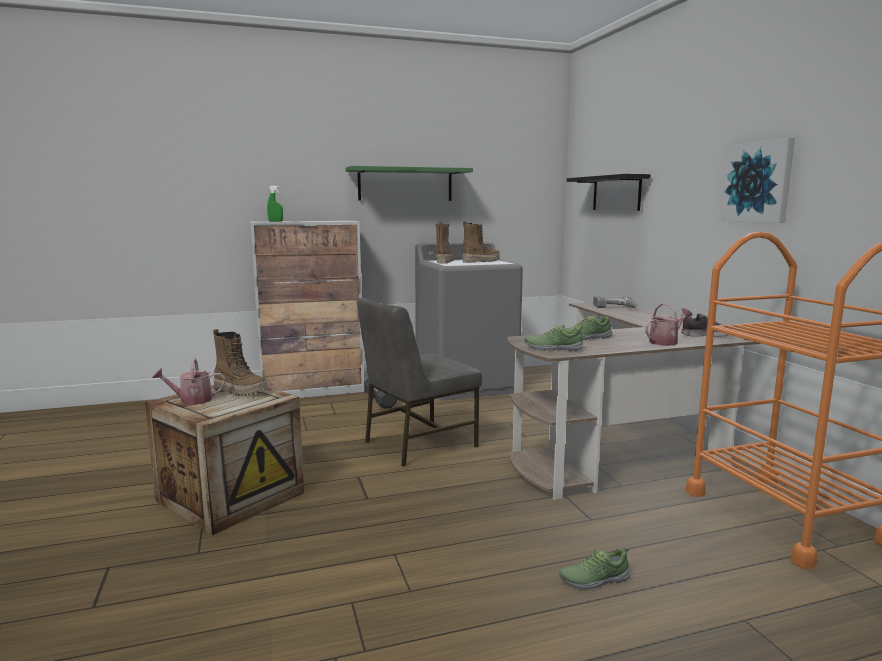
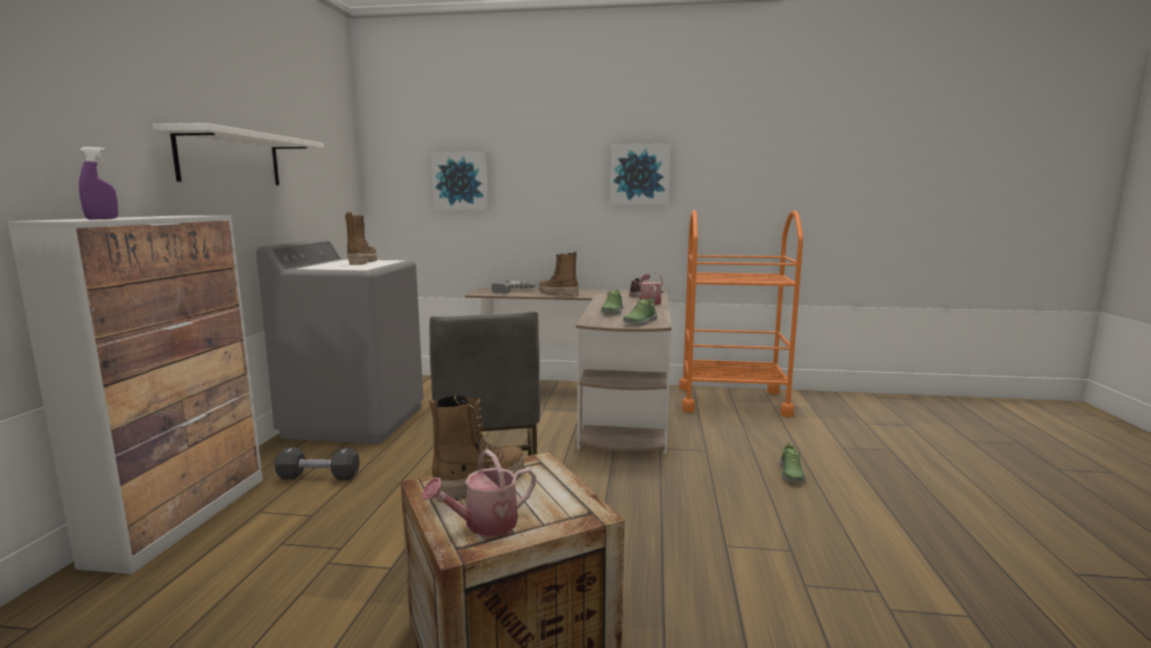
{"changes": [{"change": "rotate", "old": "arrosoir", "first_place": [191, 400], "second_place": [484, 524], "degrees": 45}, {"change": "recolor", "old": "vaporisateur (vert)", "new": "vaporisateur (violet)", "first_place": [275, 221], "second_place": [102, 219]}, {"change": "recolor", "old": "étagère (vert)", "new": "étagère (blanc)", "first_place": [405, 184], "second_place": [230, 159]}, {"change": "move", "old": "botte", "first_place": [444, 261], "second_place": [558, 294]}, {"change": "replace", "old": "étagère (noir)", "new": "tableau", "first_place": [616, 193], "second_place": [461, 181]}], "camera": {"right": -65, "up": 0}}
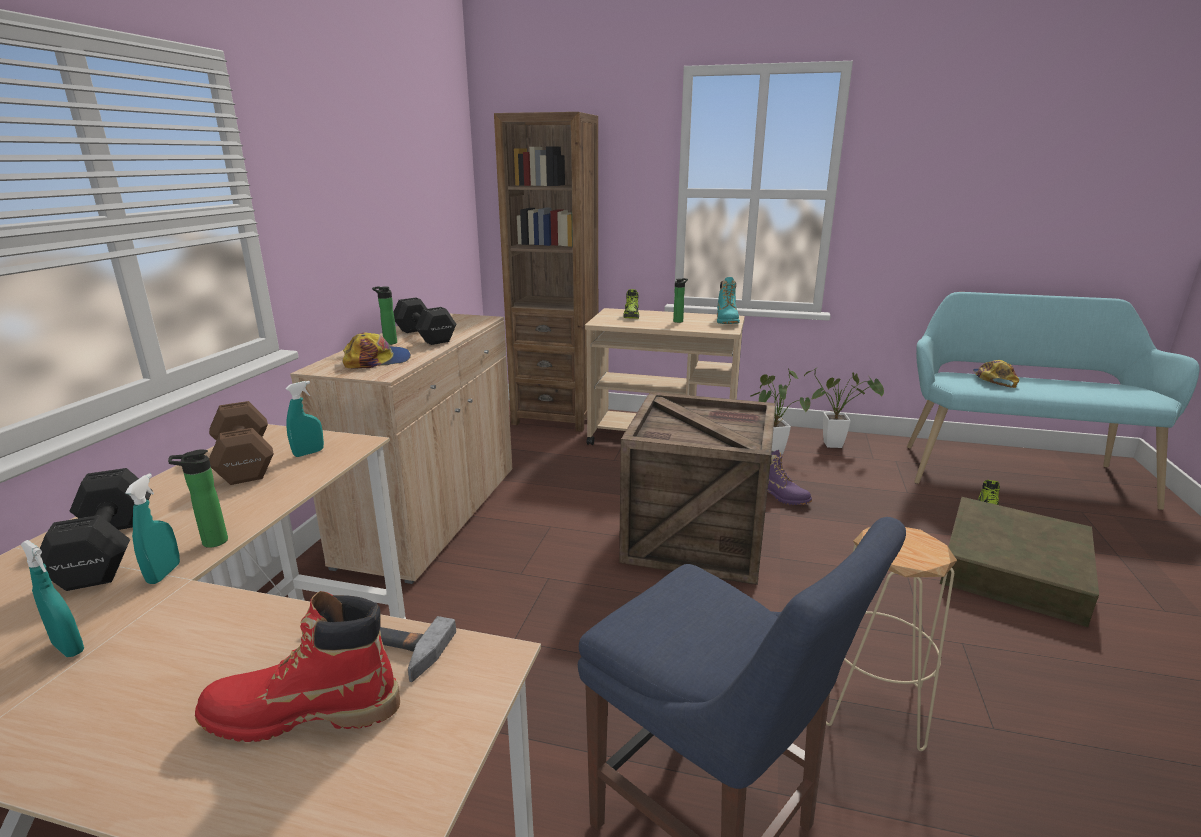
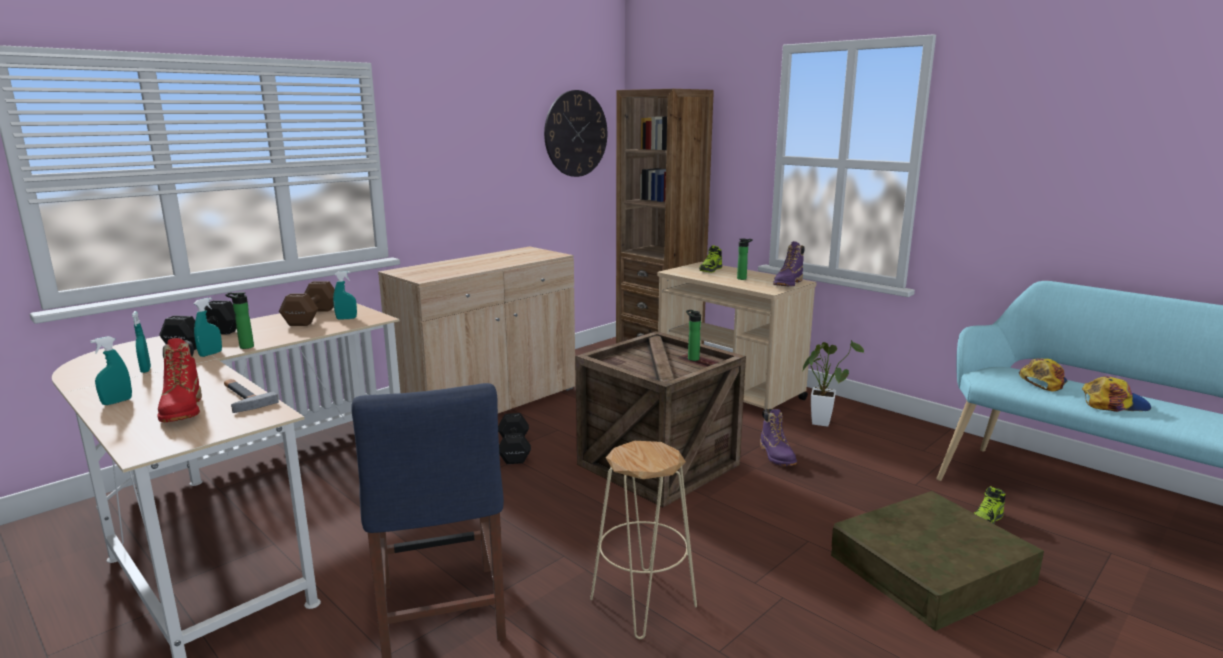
{"changes": [{"change": "rotate", "old": "botte (rouge)", "first_place": [303, 714], "second_place": [182, 410], "degrees": -135}, {"change": "move", "old": "casquette", "first_place": [377, 360], "second_place": [1114, 403]}, {"change": "move", "old": "bouteille", "first_place": [388, 342], "second_place": [692, 358]}, {"change": "move", "old": "haltère (noir)", "first_place": [425, 336], "second_place": [513, 451]}, {"change": "recolor", "old": "botte (turquoise)", "new": "botte (violet)", "first_place": [727, 321], "second_place": [788, 284]}, {"change": "delete", "old": "plante en pot", "first_place": [837, 445]}, {"change": "insert", "new": "vaporisateur (turquoise)", "second_place": [117, 402]}, {"change": "insert", "new": "horloge murale", "second_place": [576, 134]}], "camera": {"right": 30, "up": -5}}
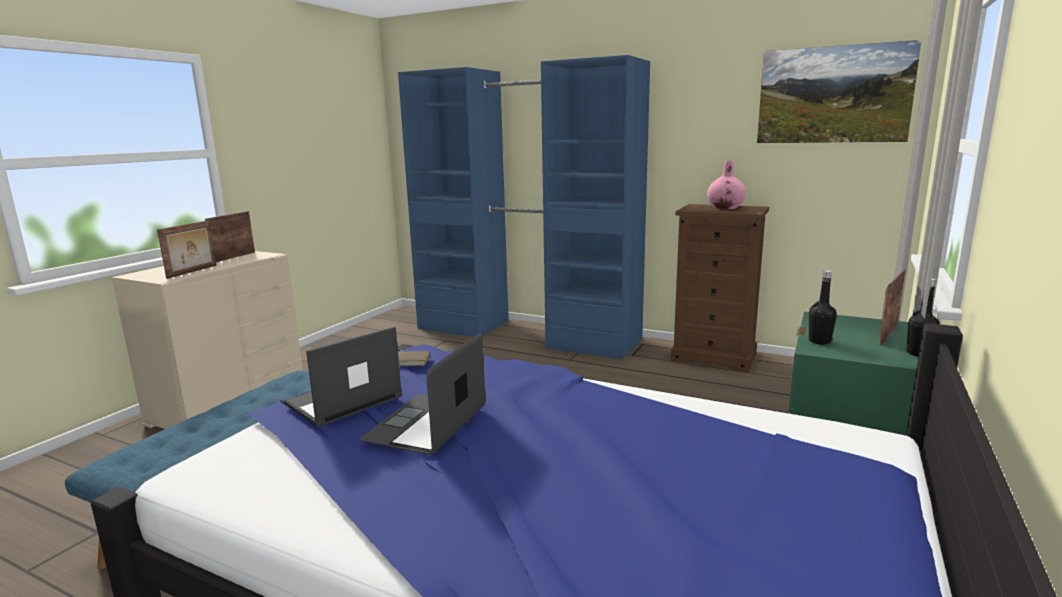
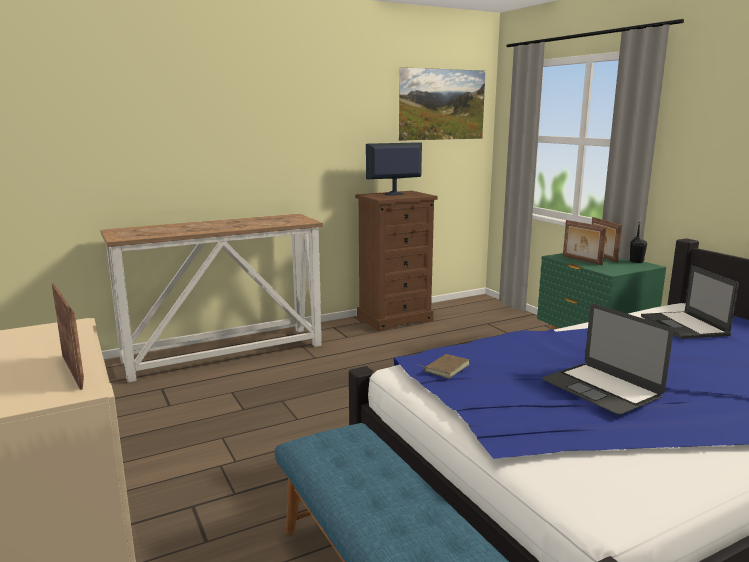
{"changes": [{"change": "move", "old": "cadre photo", "first_place": [233, 257], "second_place": [581, 260]}, {"change": "move", "old": "ordinateur portable", "first_place": [342, 400], "second_place": [684, 326]}, {"change": "replace", "old": "armoire (bleu)", "new": "table console", "first_place": [526, 333], "second_place": [225, 352]}, {"change": "replace", "old": "vase (rose)", "new": "écran d'ordinateur", "first_place": [725, 207], "second_place": [394, 194]}, {"change": "delete", "old": "bouteille (noir)", "first_place": [819, 341]}], "camera": {"right": -55, "up": 0}}
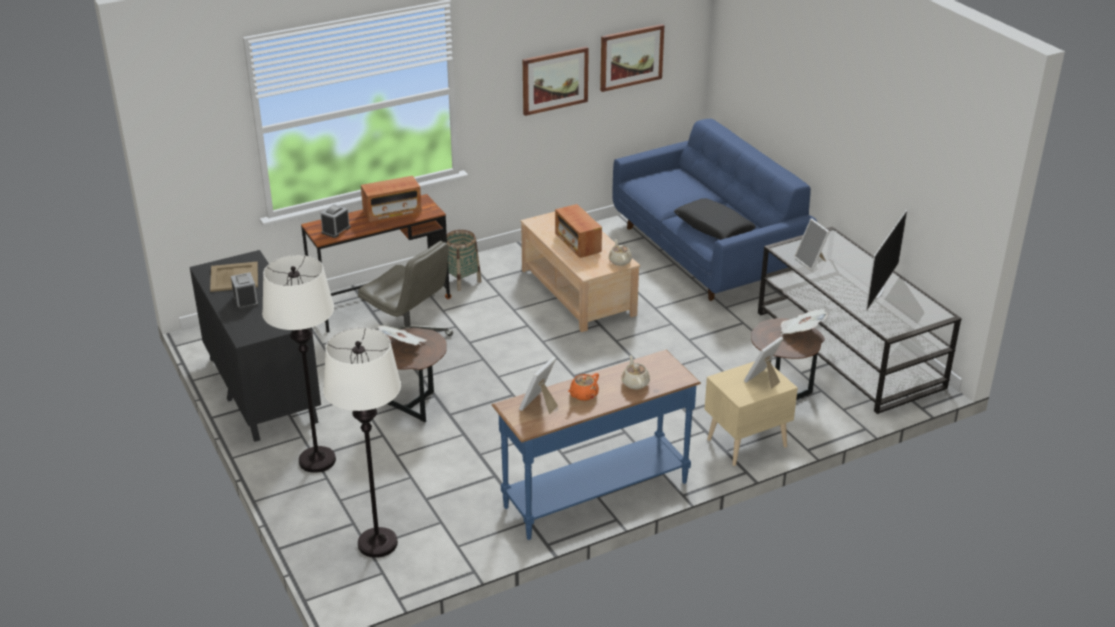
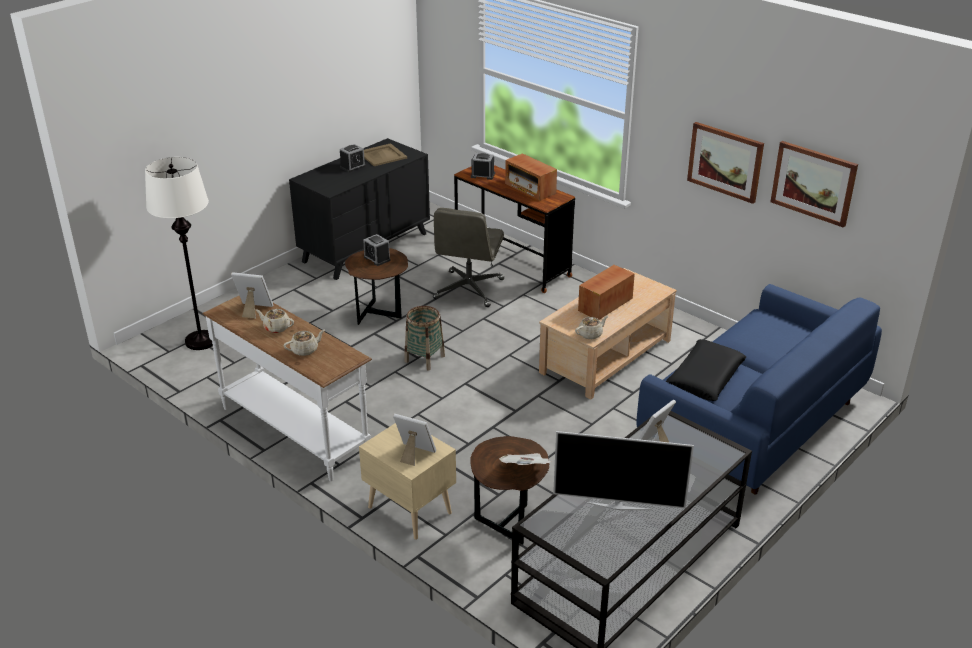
{"changes": [{"change": "delete", "old": "lampadaire (blanc)", "first_place": [317, 460]}, {"change": "replace", "old": "journal", "new": "réveil", "first_place": [403, 346], "second_place": [377, 258]}, {"change": "move", "old": "panier", "first_place": [461, 280], "second_place": [424, 358]}, {"change": "recolor", "old": "table console (bleu)", "new": "table console (blanc)", "first_place": [595, 493], "second_place": [296, 431]}, {"change": "recolor", "old": "théière (orange)", "new": "théière (beige)", "first_place": [583, 395], "second_place": [276, 327]}], "camera": {"right": 70, "up": 0}}
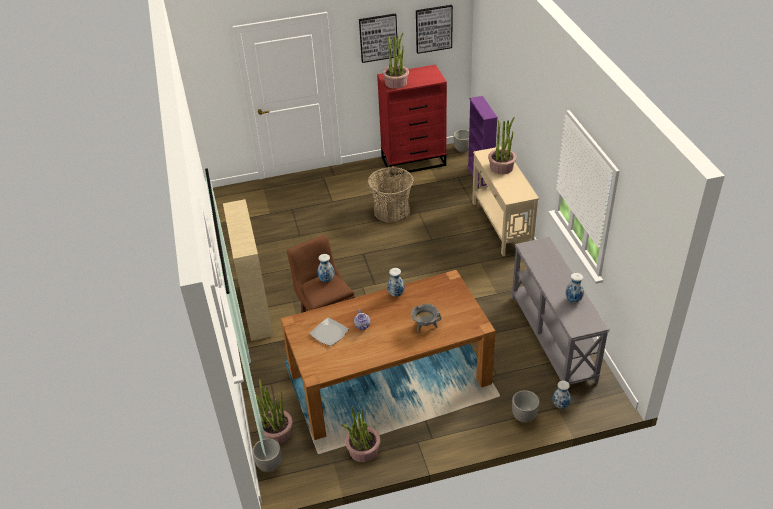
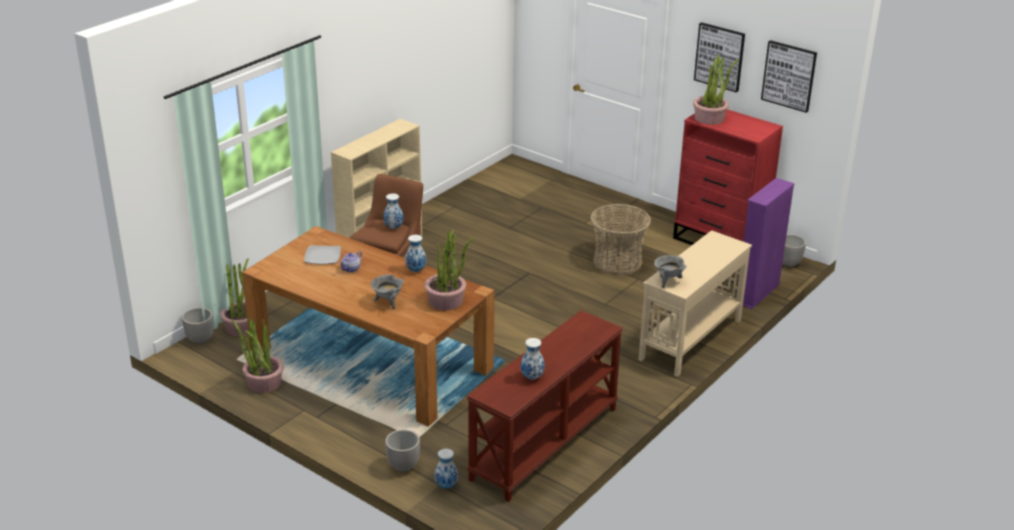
{"changes": [{"change": "move", "old": "plante en pot", "first_place": [501, 167], "second_place": [446, 301]}, {"change": "recolor", "old": "table console (gris)", "new": "table console (marron)", "first_place": [553, 338], "second_place": [545, 444]}, {"change": "insert", "new": "marmite (gris)", "second_place": [668, 281]}], "camera": {"right": 50, "up": -10}}
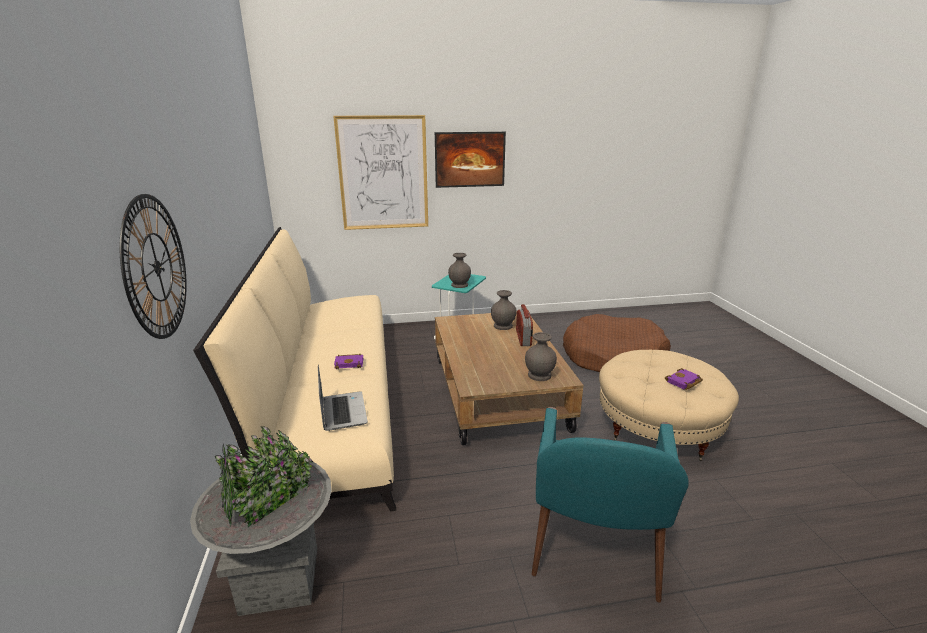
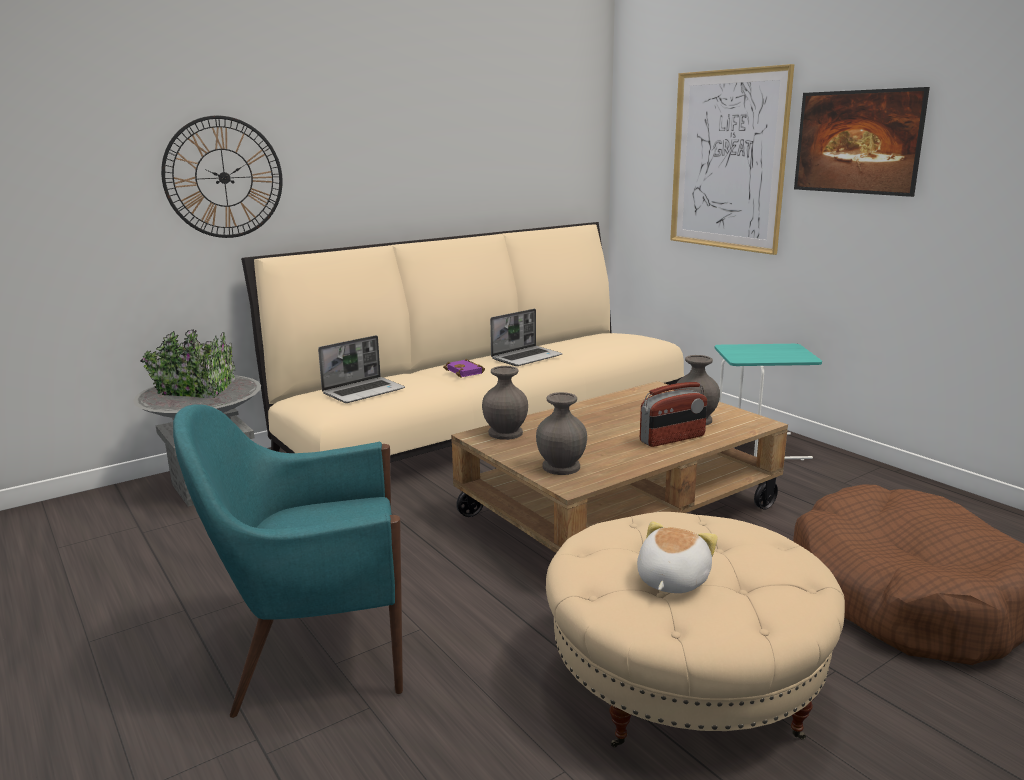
{"changes": [{"change": "move", "old": "vase (gris)", "first_place": [460, 285], "second_place": [505, 433]}, {"change": "replace", "old": "livre (violet)", "new": "peluche", "first_place": [683, 382], "second_place": [670, 580]}, {"change": "insert", "new": "ordinateur portable", "second_place": [526, 357]}], "camera": {"right": 65, "up": -5}}
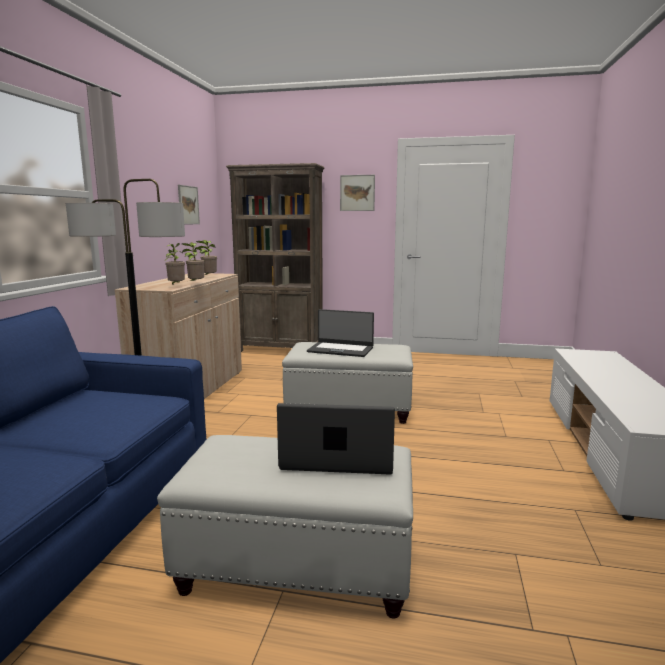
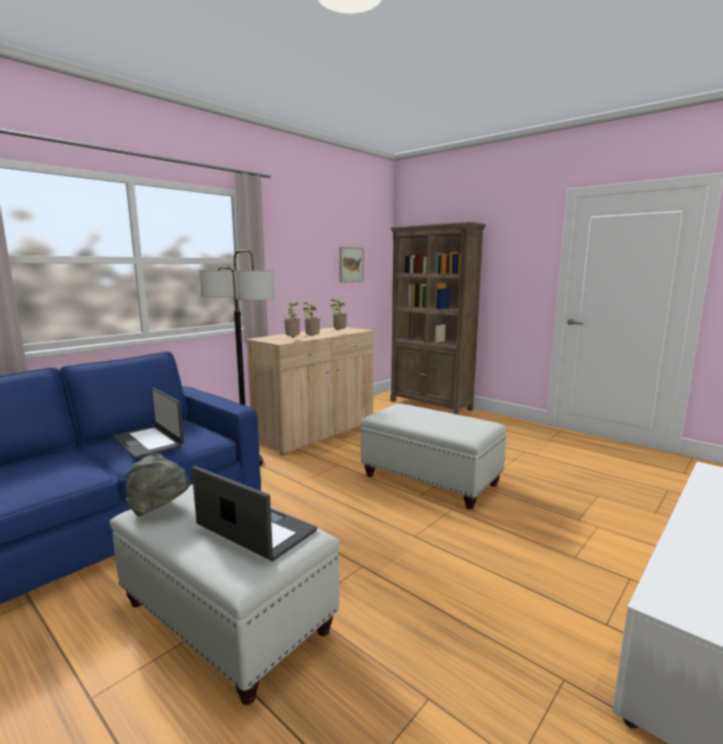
{"changes": [{"change": "move", "old": "ordinateur portable", "first_place": [340, 350], "second_place": [149, 442]}, {"change": "delete", "old": "tableau", "first_place": [357, 193]}, {"change": "insert", "new": "chapeau (gris)", "second_place": [160, 510]}], "camera": {"right": 30, "up": 0}}
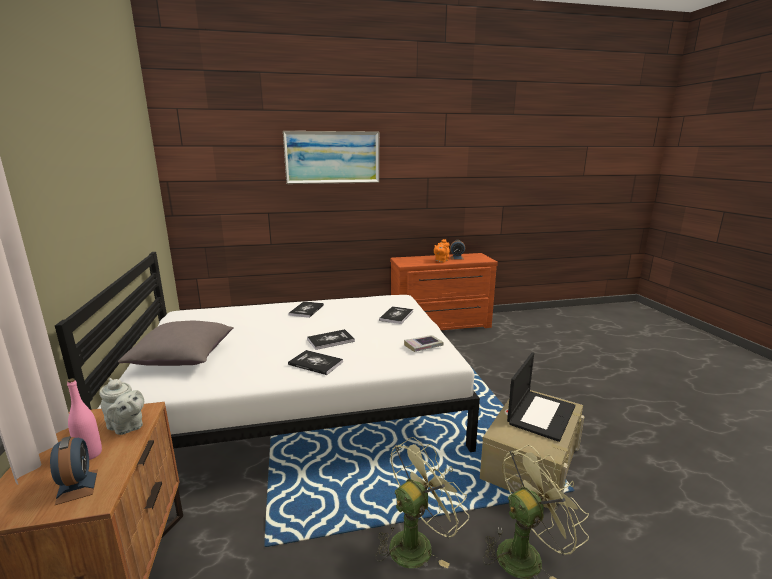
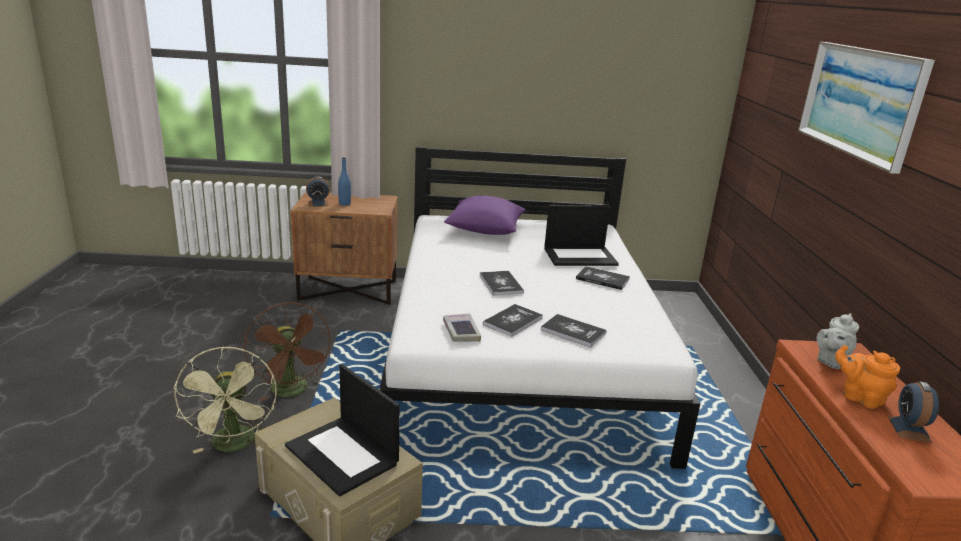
{"changes": [{"change": "recolor", "old": "bouteille (rose)", "new": "bouteille (bleu)", "first_place": [90, 454], "second_place": [344, 204]}, {"change": "move", "old": "théière (gris)", "first_place": [127, 427], "second_place": [831, 361]}, {"change": "recolor", "old": "coussin (gris)", "new": "coussin (violet)", "first_place": [184, 359], "second_place": [485, 230]}, {"change": "move", "old": "livre", "first_place": [315, 363], "second_place": [513, 321]}, {"change": "recolor", "old": "ventilateur (vert)", "new": "ventilateur (marron)", "first_place": [416, 542], "second_place": [292, 391]}, {"change": "insert", "new": "ordinateur portable", "second_place": [580, 256]}], "camera": {"right": 100, "up": 5}}
